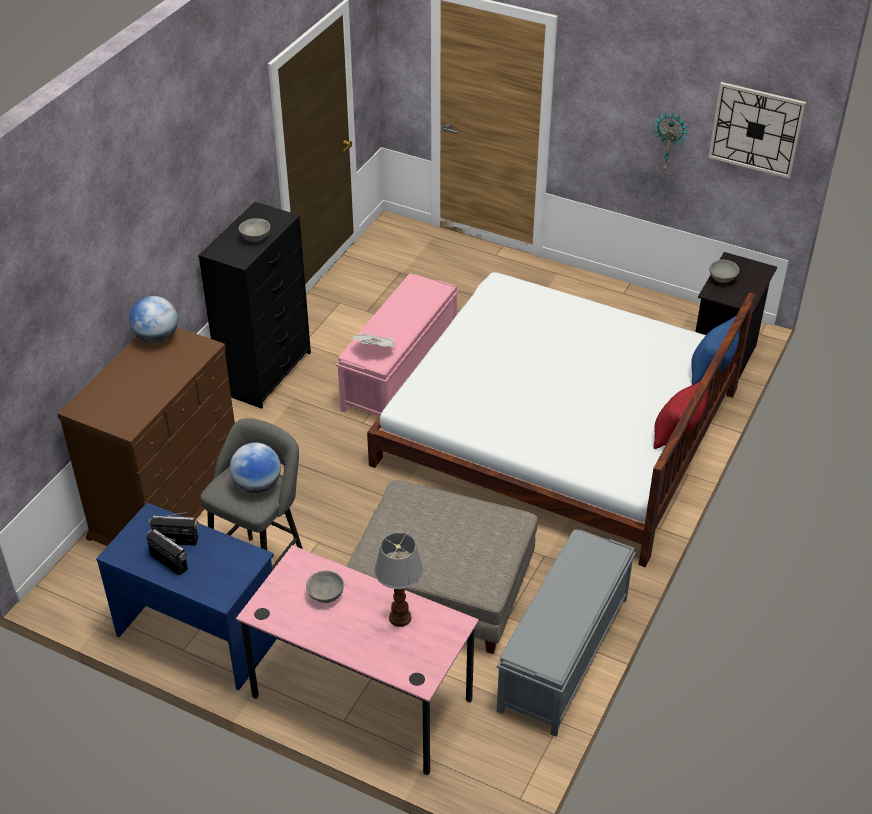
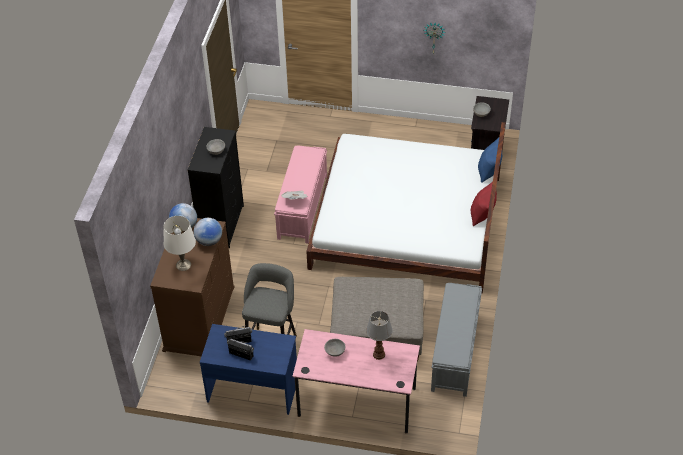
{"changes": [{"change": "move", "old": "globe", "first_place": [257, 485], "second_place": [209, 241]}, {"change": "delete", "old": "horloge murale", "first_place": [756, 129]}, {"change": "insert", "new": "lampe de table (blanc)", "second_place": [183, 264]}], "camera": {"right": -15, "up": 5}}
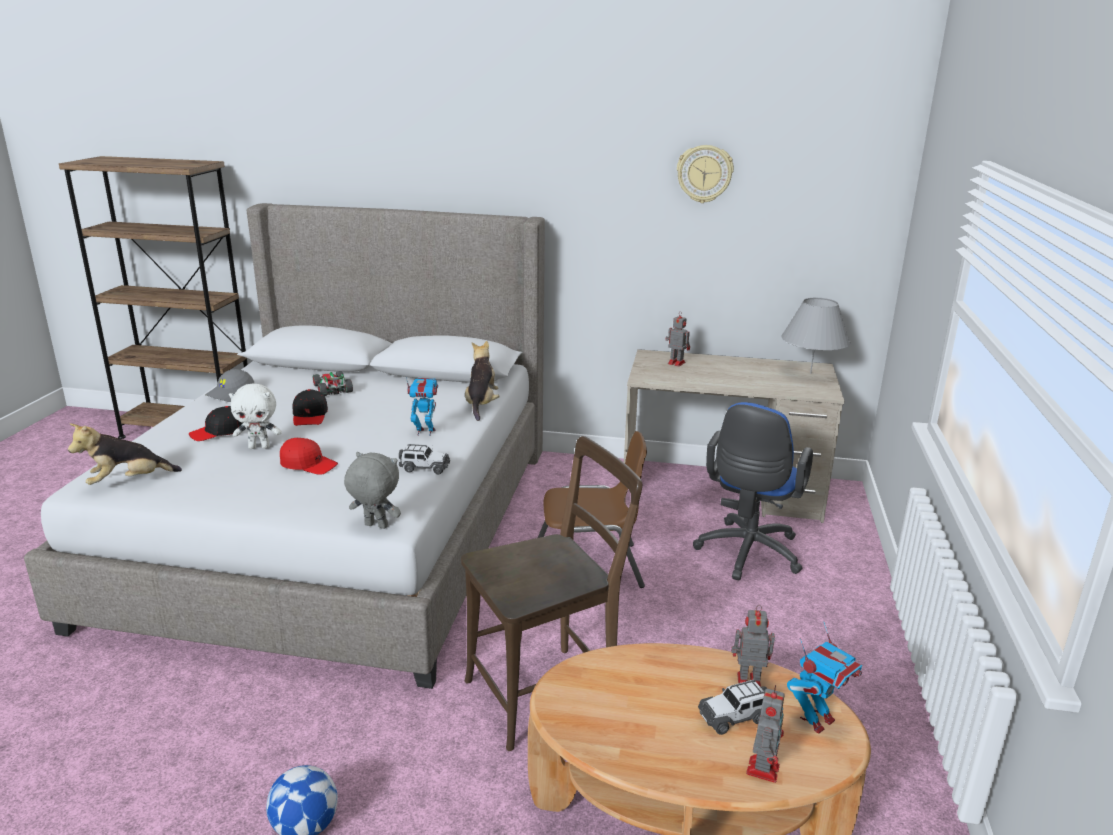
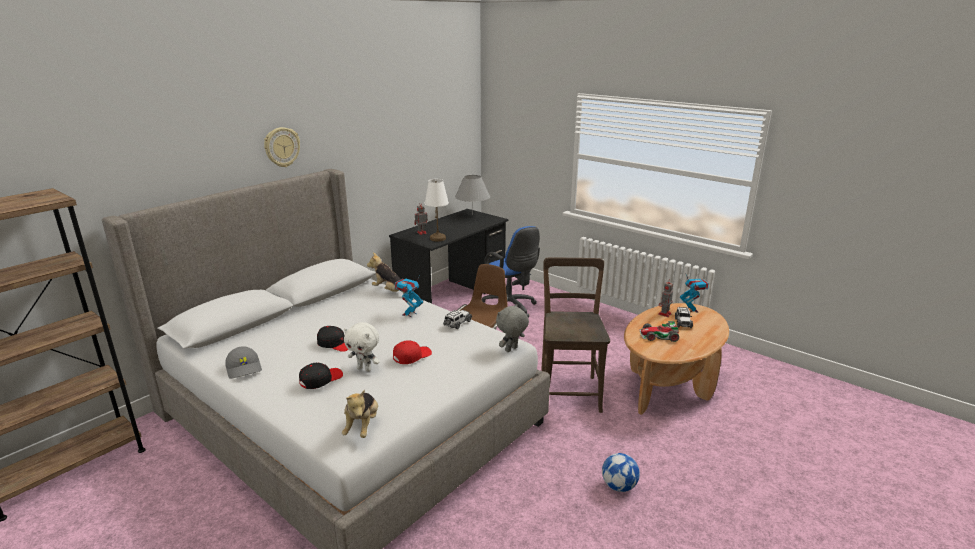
{"changes": [{"change": "rotate", "old": "casquette (noir)", "first_place": [219, 432], "second_place": [320, 379], "degrees": -135}, {"change": "rotate", "old": "peluche (blanc)", "first_place": [259, 447], "second_place": [364, 368], "degrees": 90}, {"change": "move", "old": "petite voiture", "first_place": [331, 388], "second_place": [659, 336]}, {"change": "recolor", "old": "bureau (beige)", "new": "bureau (noir)", "first_place": [721, 492], "second_place": [452, 294]}, {"change": "move", "old": "horloge murale", "first_place": [704, 174], "second_place": [282, 147]}, {"change": "delete", "old": "robot jouet", "first_place": [763, 768]}, {"change": "insert", "new": "lampe de table (blanc)", "second_place": [437, 238]}], "camera": {"right": -60, "up": 0}}
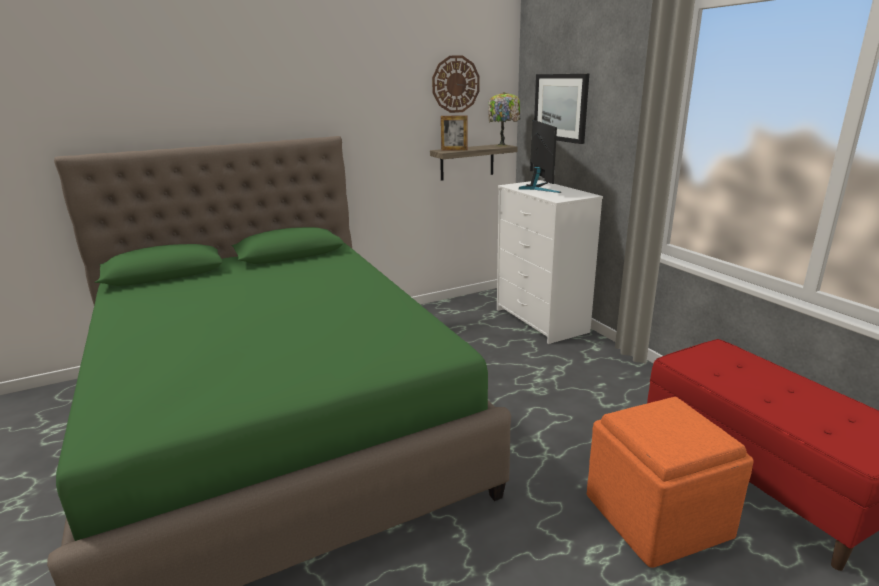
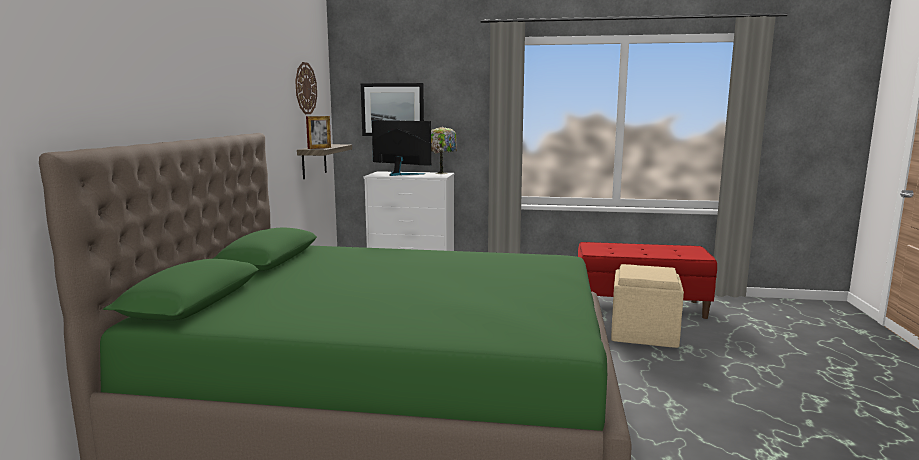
{"changes": [{"change": "move", "old": "lampe de table", "first_place": [503, 145], "second_place": [442, 173]}, {"change": "recolor", "old": "pouf (orange)", "new": "pouf (beige)", "first_place": [658, 516], "second_place": [644, 333]}], "camera": {"right": -55, "up": -10}}
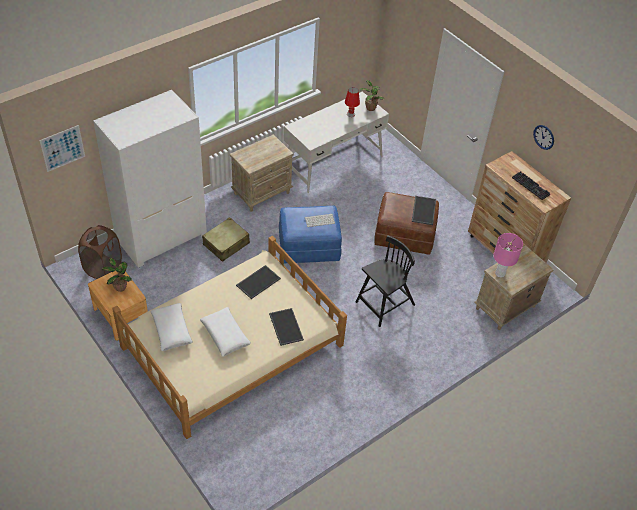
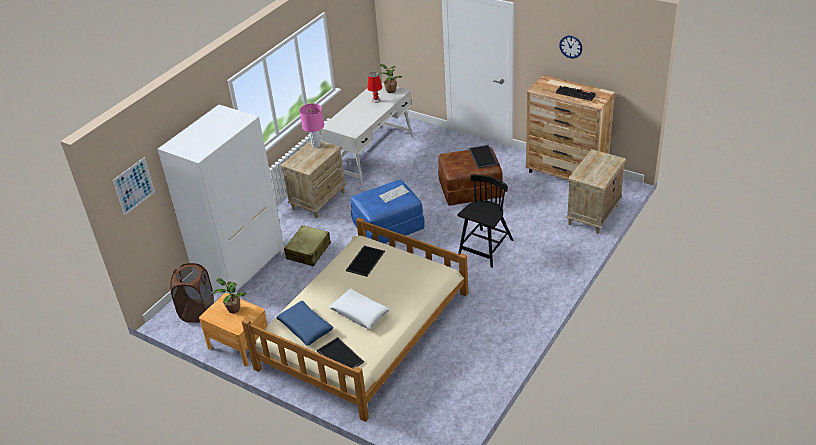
{"changes": [{"change": "recolor", "old": "coussin (blanc)", "new": "coussin (bleu)", "first_place": [172, 330], "second_place": [305, 327]}, {"change": "move", "old": "plateau", "first_place": [285, 326], "second_place": [339, 356]}, {"change": "move", "old": "lampe de table (rose)", "first_place": [500, 273], "second_place": [316, 145]}], "camera": {"right": -15, "up": -10}}
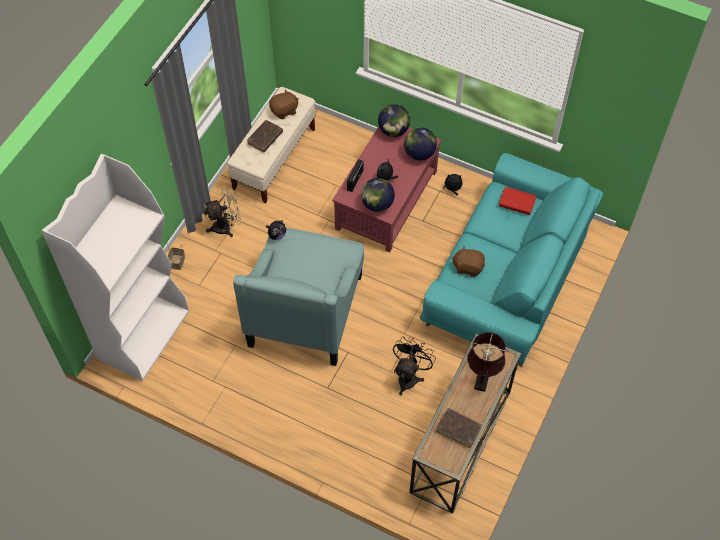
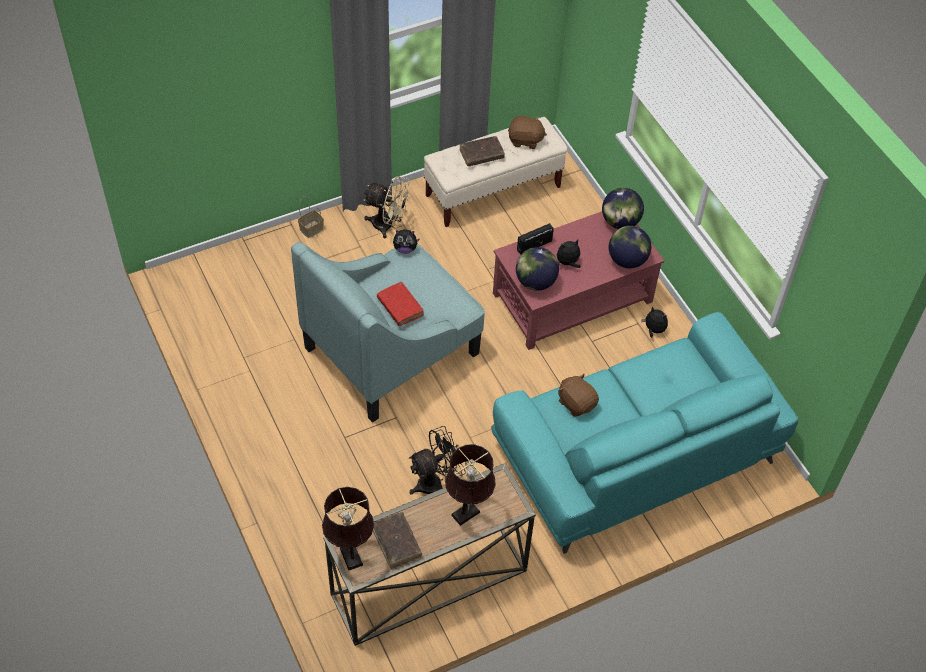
{"changes": [{"change": "delete", "old": "bibliothèque (blanc)", "first_place": [144, 334]}, {"change": "move", "old": "livre (rouge)", "first_place": [516, 203], "second_place": [400, 307]}, {"change": "insert", "new": "lampe de table (marron)", "second_place": [350, 554]}], "camera": {"right": 35, "up": -5}}
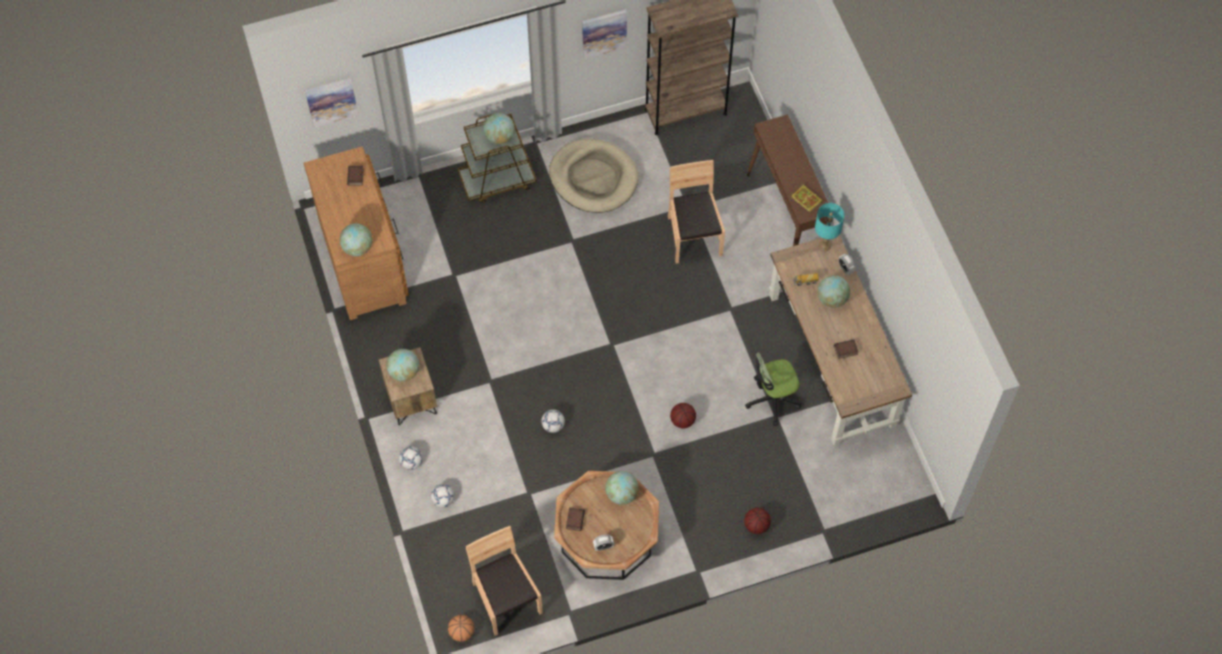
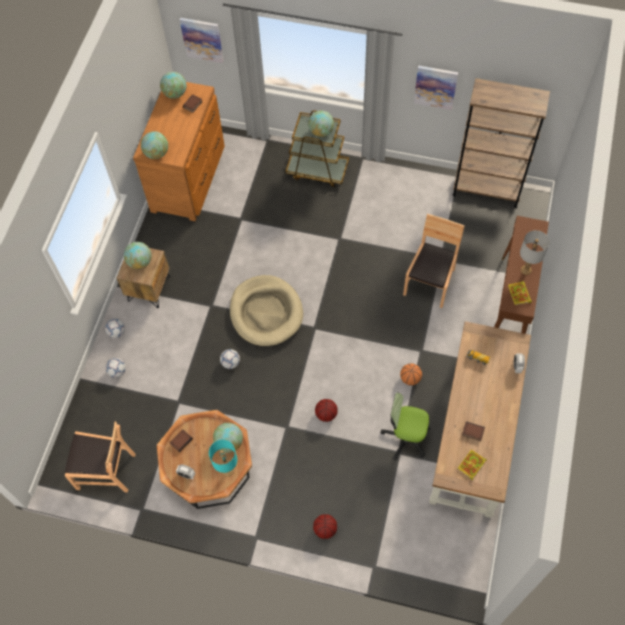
{"changes": [{"change": "move", "old": "ballon de basket", "first_place": [462, 632], "second_place": [410, 378]}, {"change": "rotate", "old": "chaise (marron)", "first_place": [506, 599], "second_place": [106, 470], "degrees": 90}, {"change": "move", "old": "panier pour chien (beige)", "first_place": [593, 178], "second_place": [266, 312]}, {"change": "move", "old": "lampe de table (turquoise)", "first_place": [824, 245], "second_place": [228, 470]}, {"change": "move", "old": "globe", "first_place": [832, 299], "second_place": [175, 93]}, {"change": "insert", "new": "livre", "second_place": [471, 465]}, {"change": "insert", "new": "lampe de table (gris)", "second_place": [526, 270]}], "camera": {"right": 35, "up": 0}}
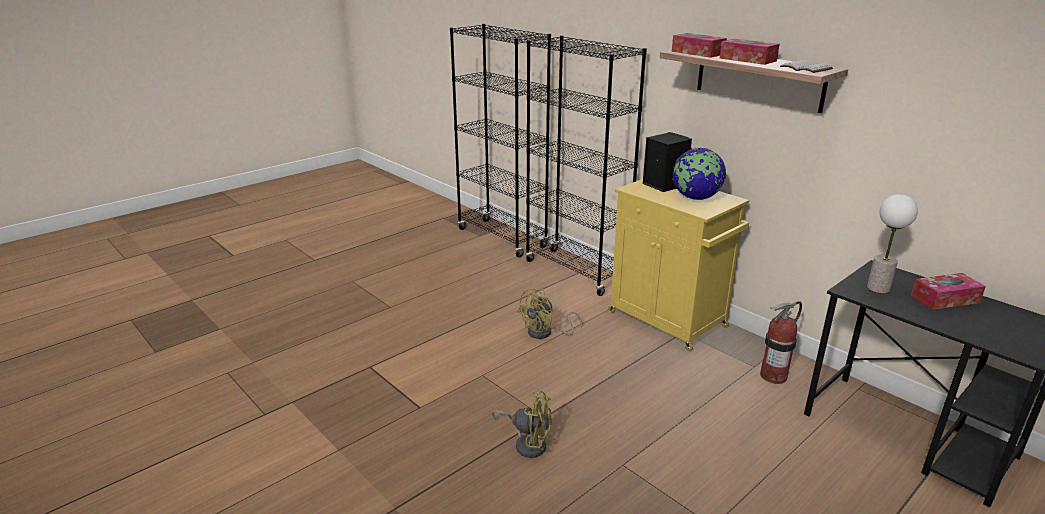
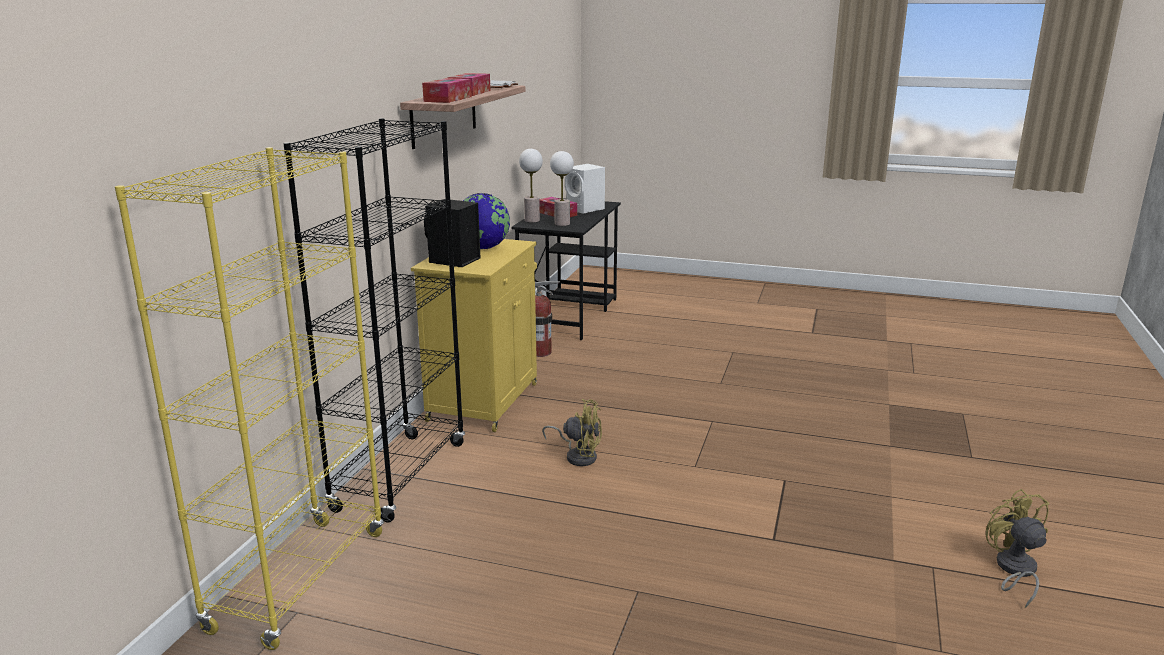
{"changes": [{"change": "recolor", "old": "bibliothèque (noir)", "new": "bibliothèque (jaune)", "first_place": [502, 238], "second_place": [299, 580]}, {"change": "move", "old": "ventilateur (jaune)", "first_place": [527, 443], "second_place": [1014, 570]}, {"change": "insert", "new": "lampe de table", "second_place": [532, 220]}, {"change": "insert", "new": "enceinte (blanc)", "second_place": [586, 209]}], "camera": {"right": -120, "up": -5}}
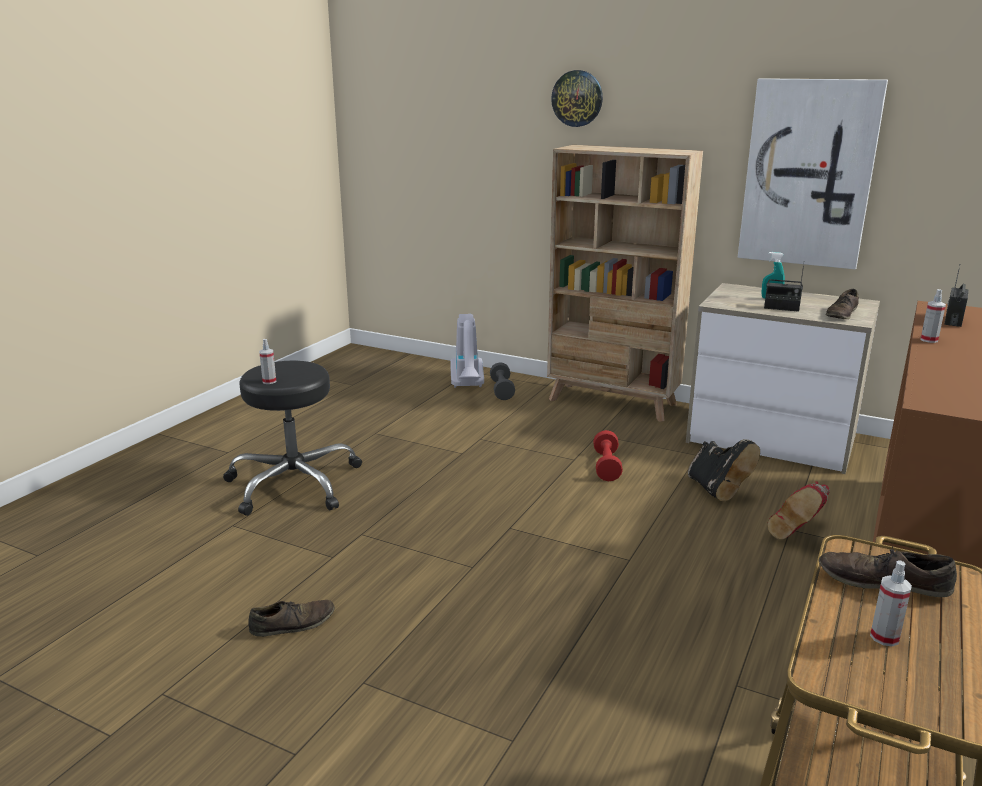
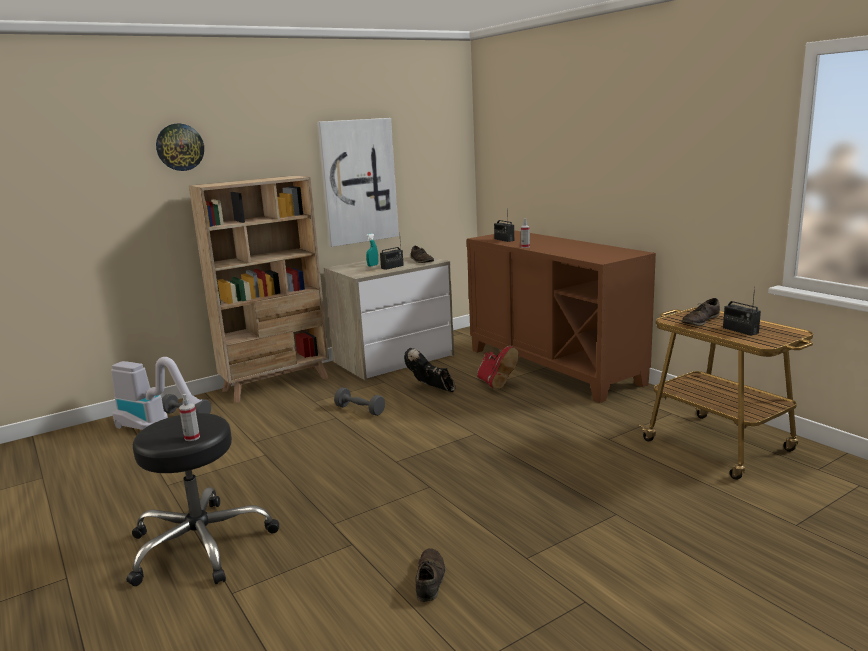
{"changes": [{"change": "recolor", "old": "haltère (rouge)", "new": "haltère (gris)", "first_place": [606, 466], "second_place": [360, 410]}, {"change": "rotate", "old": "botte (noir)", "first_place": [717, 490], "second_place": [431, 389], "degrees": -150}, {"change": "replace", "old": "vaporisateur", "new": "radio", "first_place": [884, 637], "second_place": [740, 330]}], "camera": {"right": -60, "up": -5}}
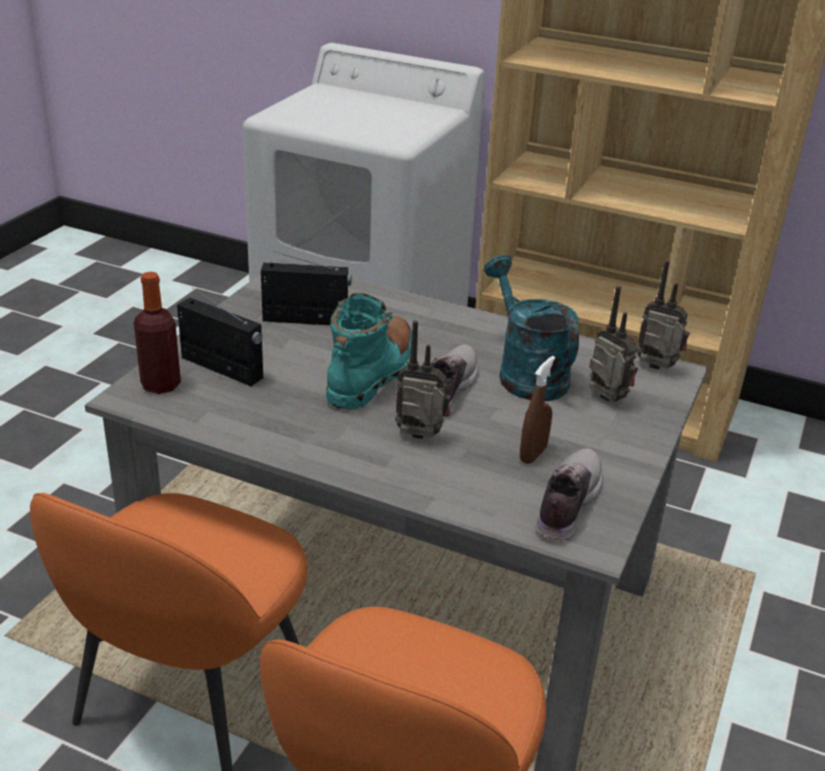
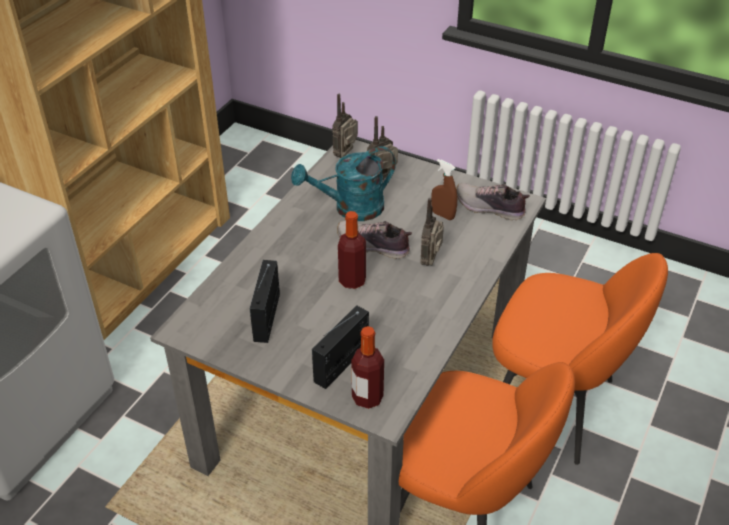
{"changes": [{"change": "replace", "old": "botte (turquoise)", "new": "bouteille", "first_place": [372, 374], "second_place": [352, 280]}], "camera": {"right": -85, "up": 10}}
